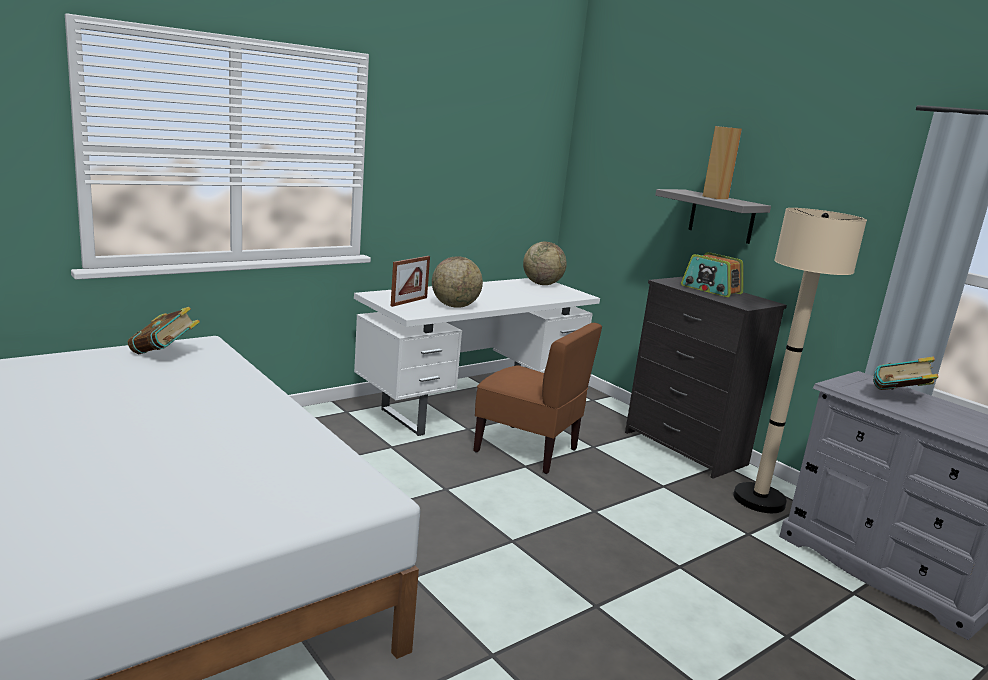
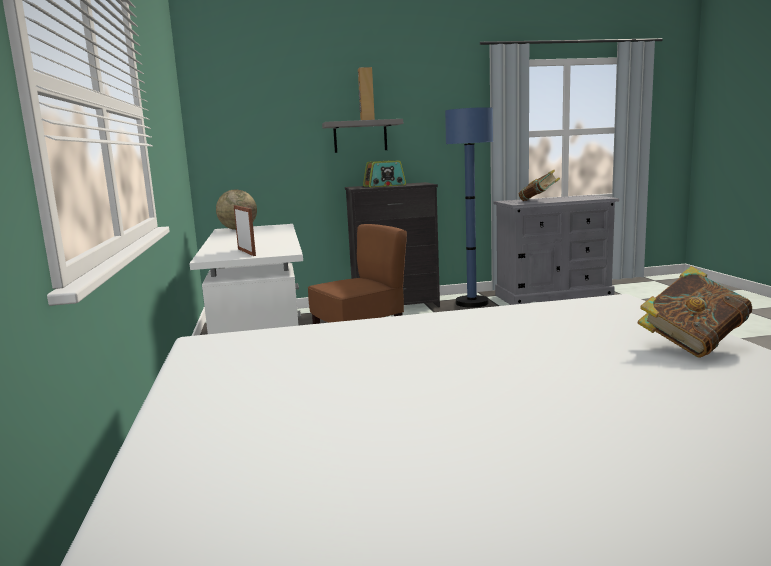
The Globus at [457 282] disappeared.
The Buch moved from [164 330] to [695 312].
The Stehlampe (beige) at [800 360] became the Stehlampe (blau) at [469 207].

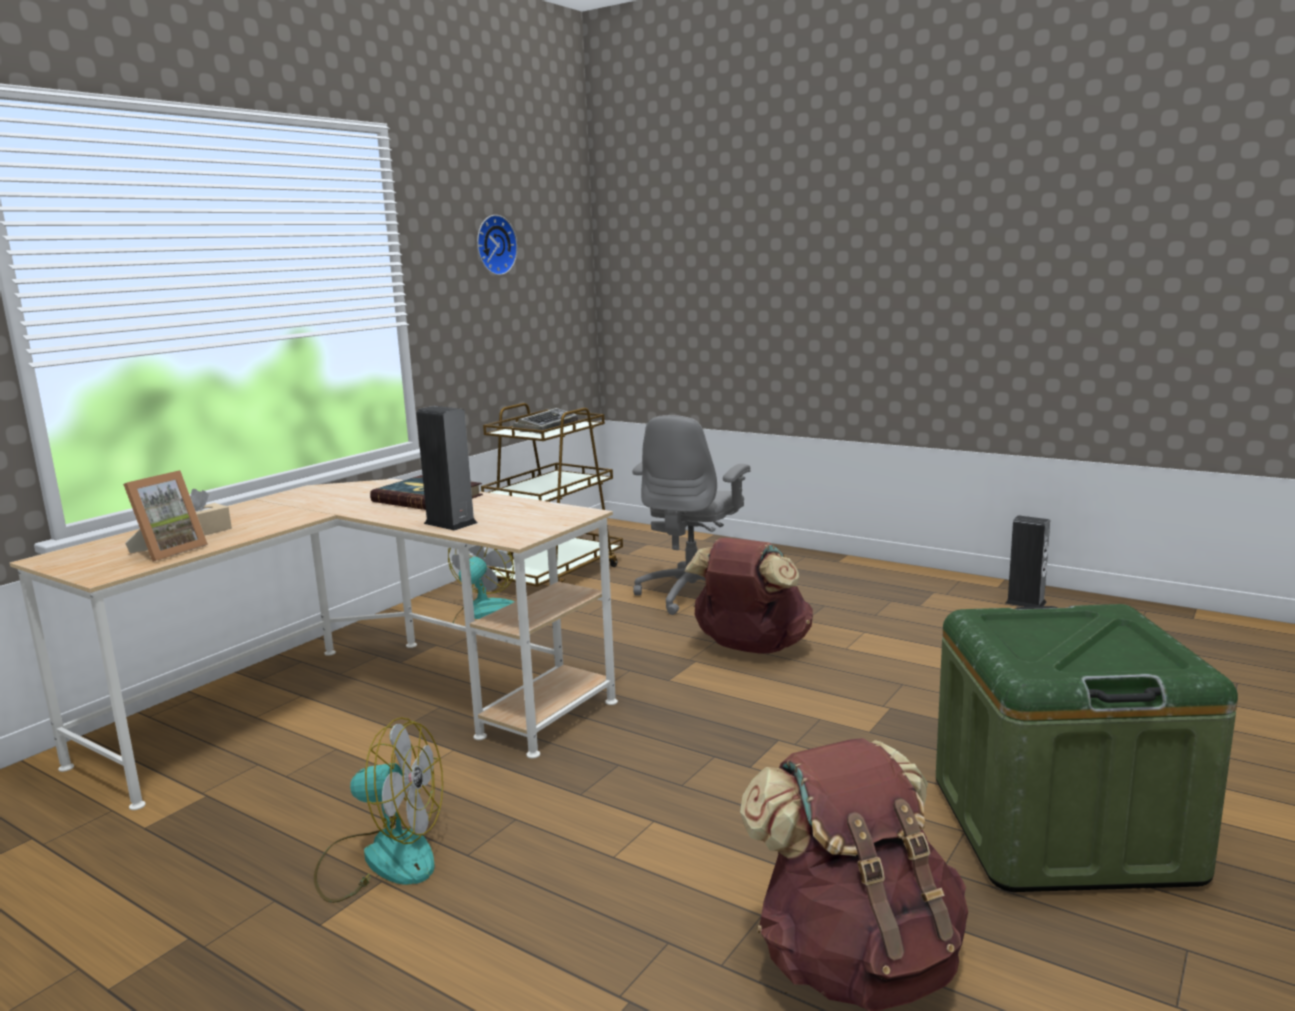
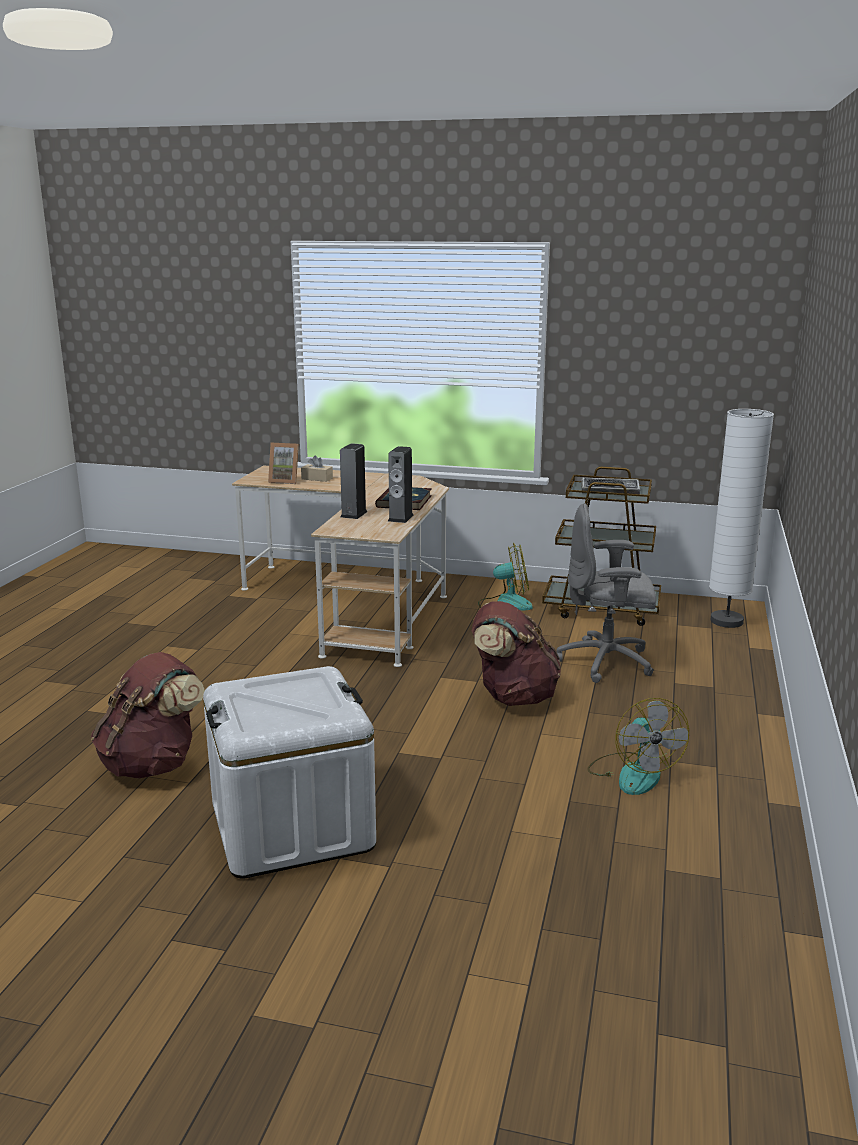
The Wanduhr at [497 245] disappeared.
The Stehlampe (weiß) at [741 518] appeared.
The Ventilator moved from [378 810] to [638 746].
The Lautsprecher moved from [1027 561] to [401 484].
The Aufbewahrungsbox (grün) at [1087 748] became the Aufbewahrungsbox (weiß) at [289 772].

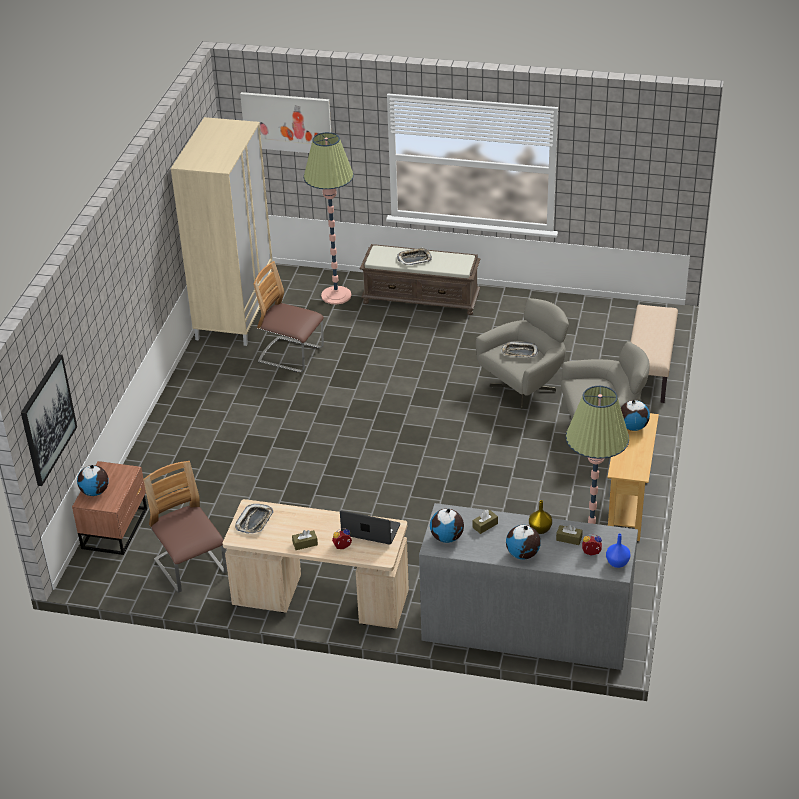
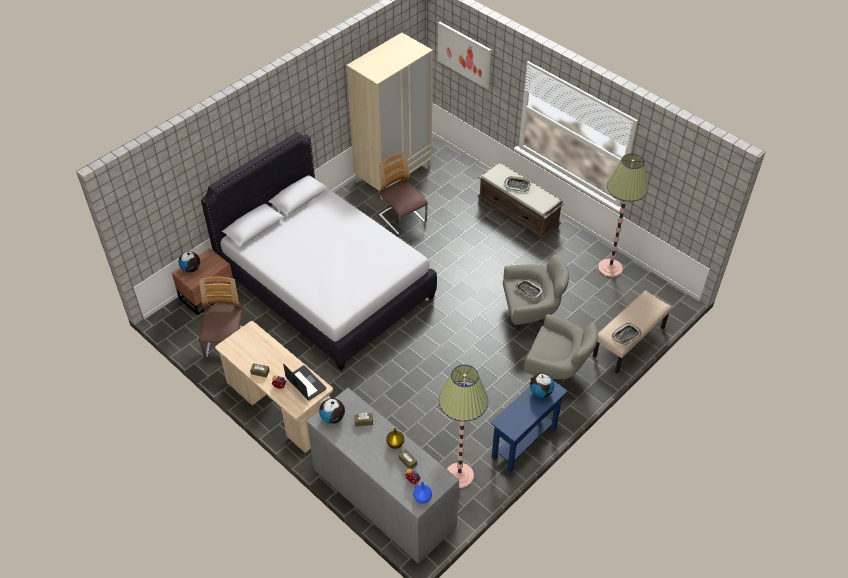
The Bild at [49 420] disappeared.
The Globus at [523 542] disappeared.
The Bett (weiß) at [319 251] appeared.
The Tablett moved from [254 519] to [627 334].
The Stehlampe moved from [329 218] to [623 215].
The Konsolentisch (beige) at [633 477] became the Konsolentisch (blau) at [529 426].

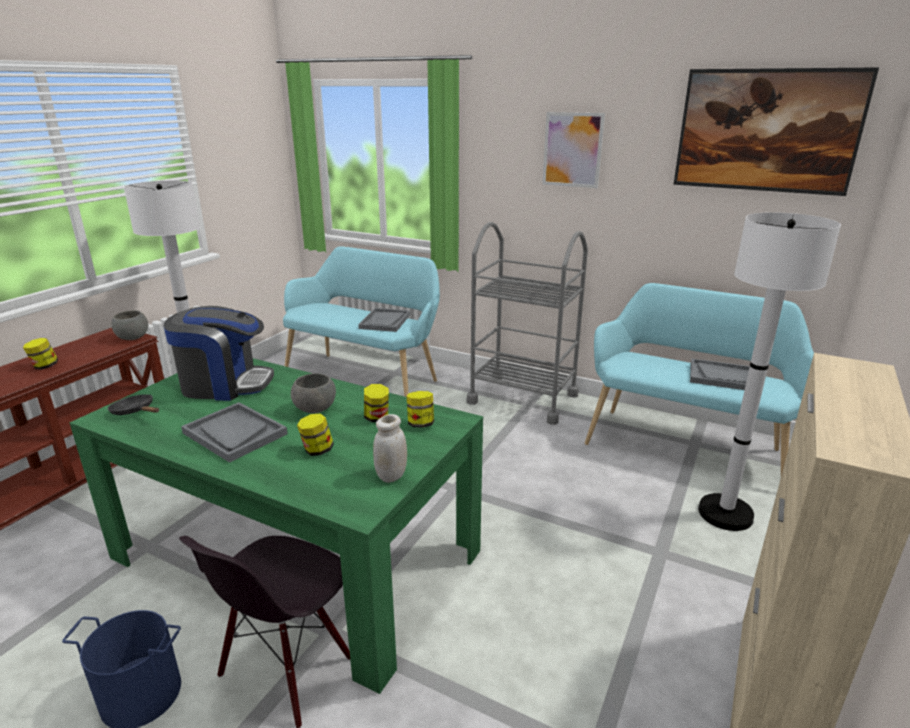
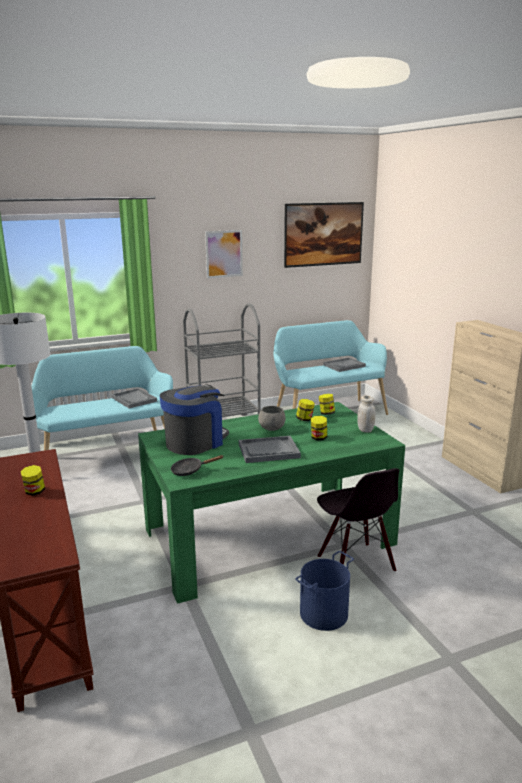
The Schüssel (grau) at [129 325] disappeared.
The Stehlampe (weiß) at [769 371] disappeared.

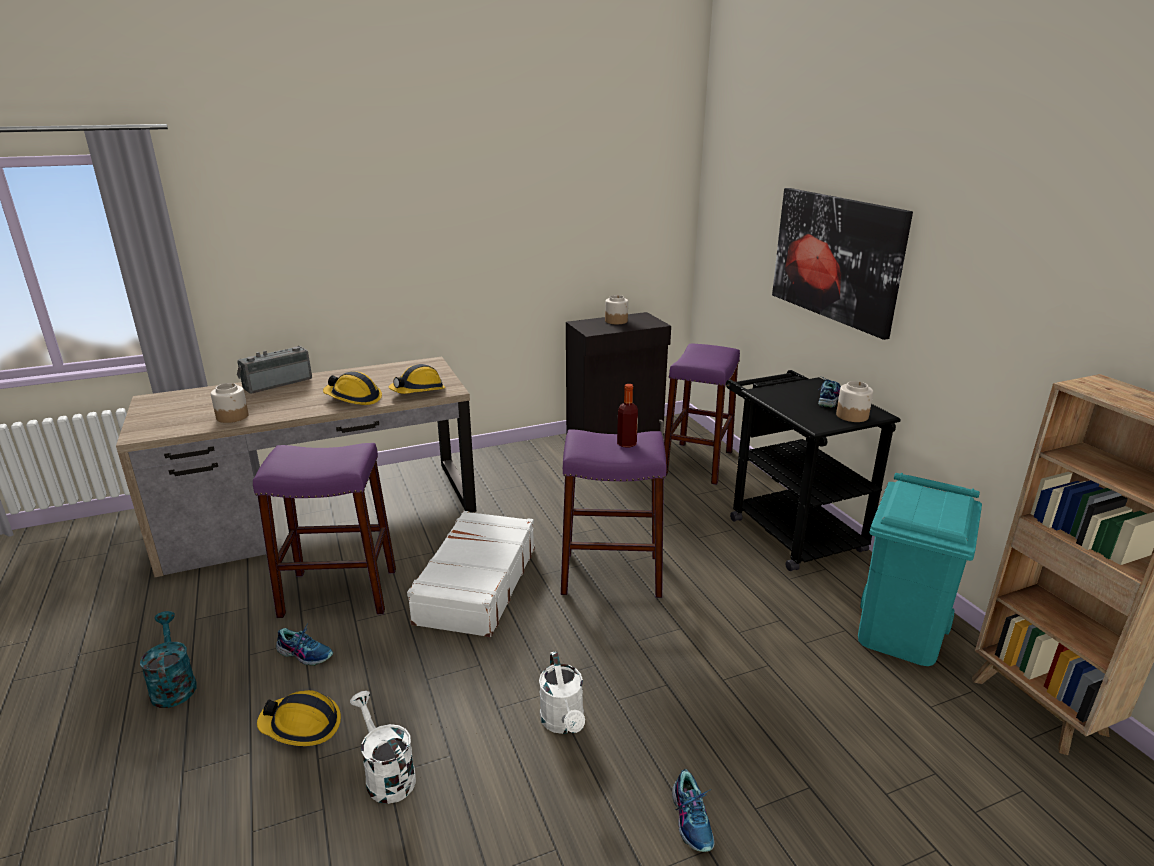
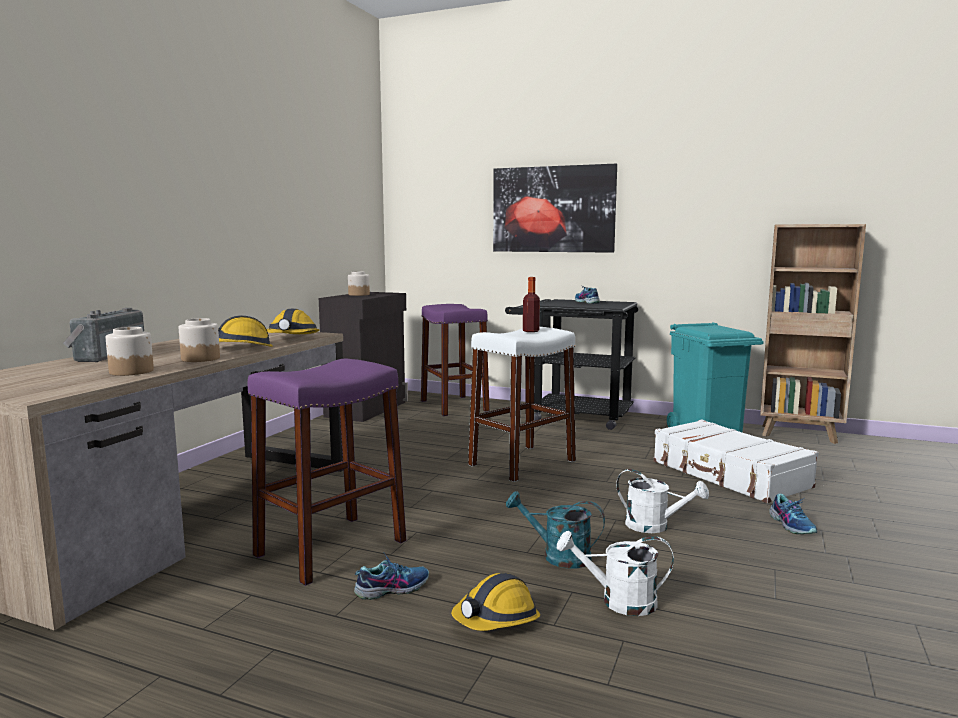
The Gießkanne (türkis) moved from [168 659] to [555 530].
The Koffer (weiß) moved from [471 574] to [736 461].
The Vorratsglas moved from [854 401] to [199 340].
The Hocker (lila) at [613 514] became the Hocker (weiß) at [522 404].
The Schuh at [693 810] turned 45 degrees clockwise.

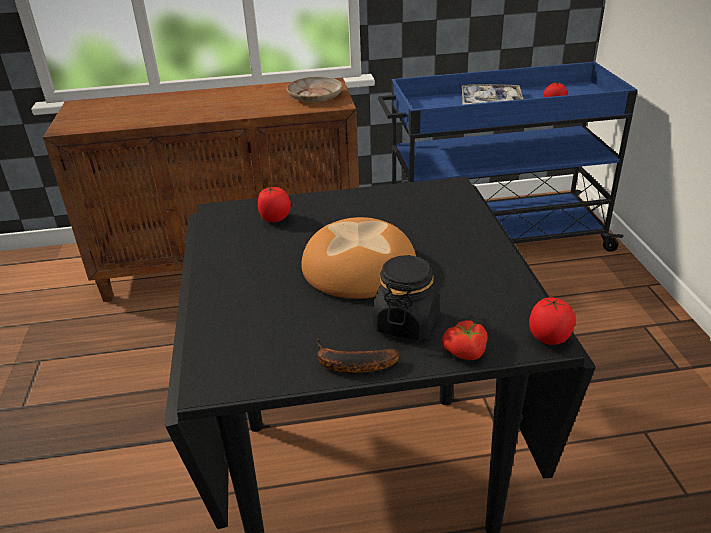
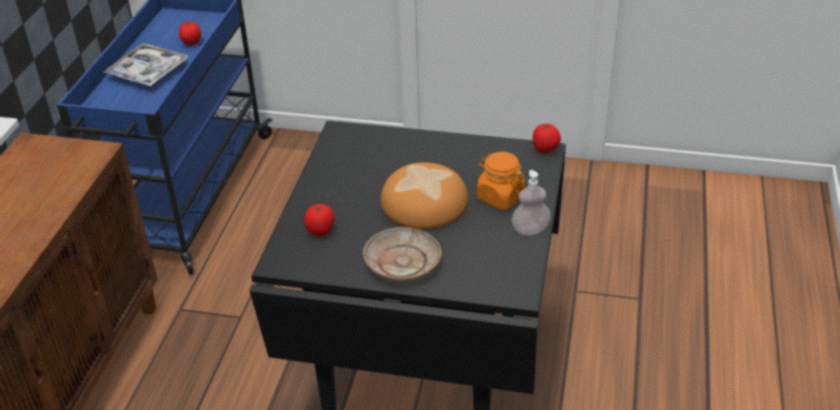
The Tomate at [464 340] disappeared.
The Teller (beige) moved from [315 89] to [402 254].
The Banane at [358 355] was replaced by the Seifenspender at [531 202].
The Vorratsglas (schwarz) at [406 297] became the Vorratsglas (orange) at [501 181].

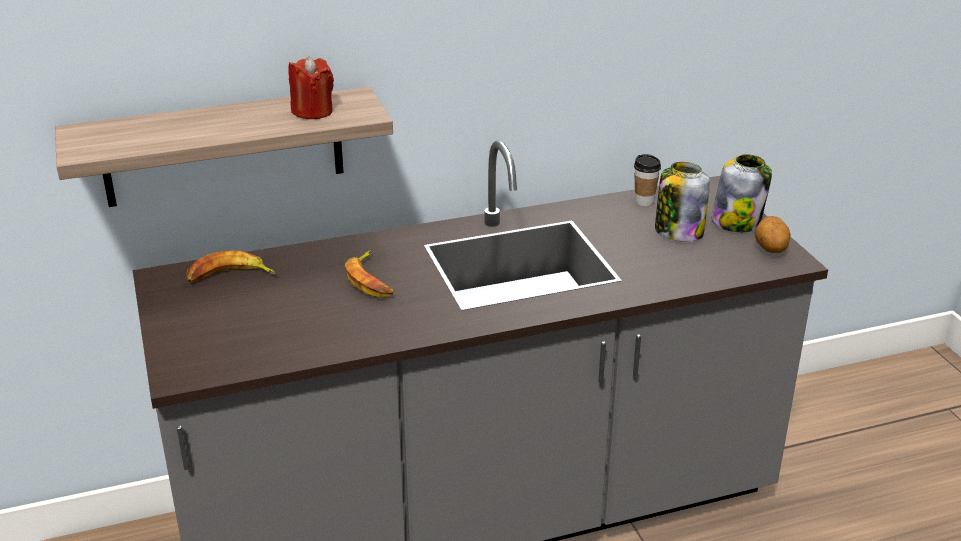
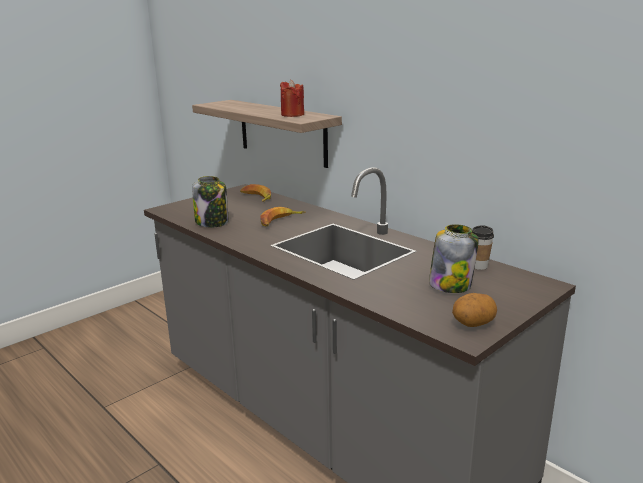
The Vorratsglas moved from [741 193] to [210 201].

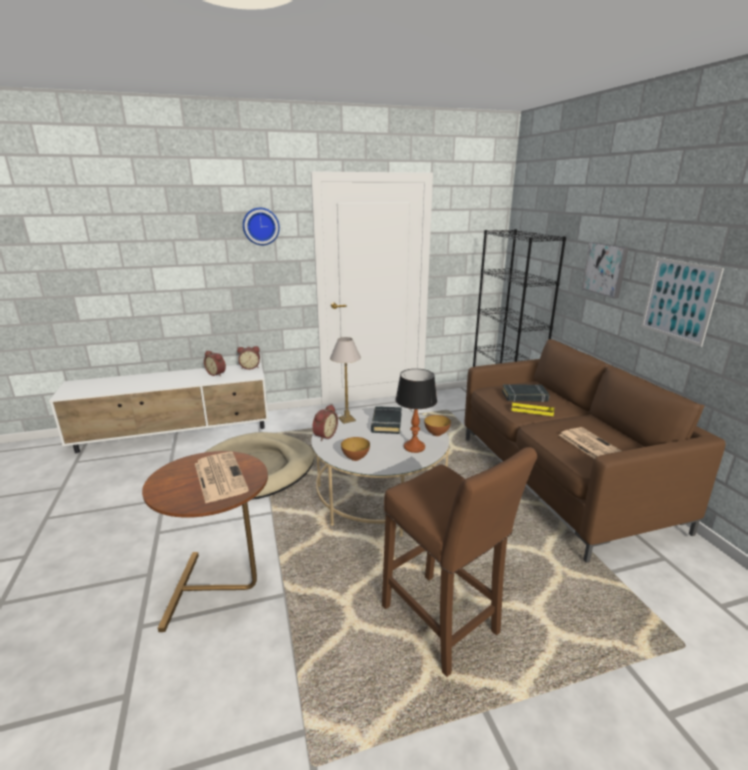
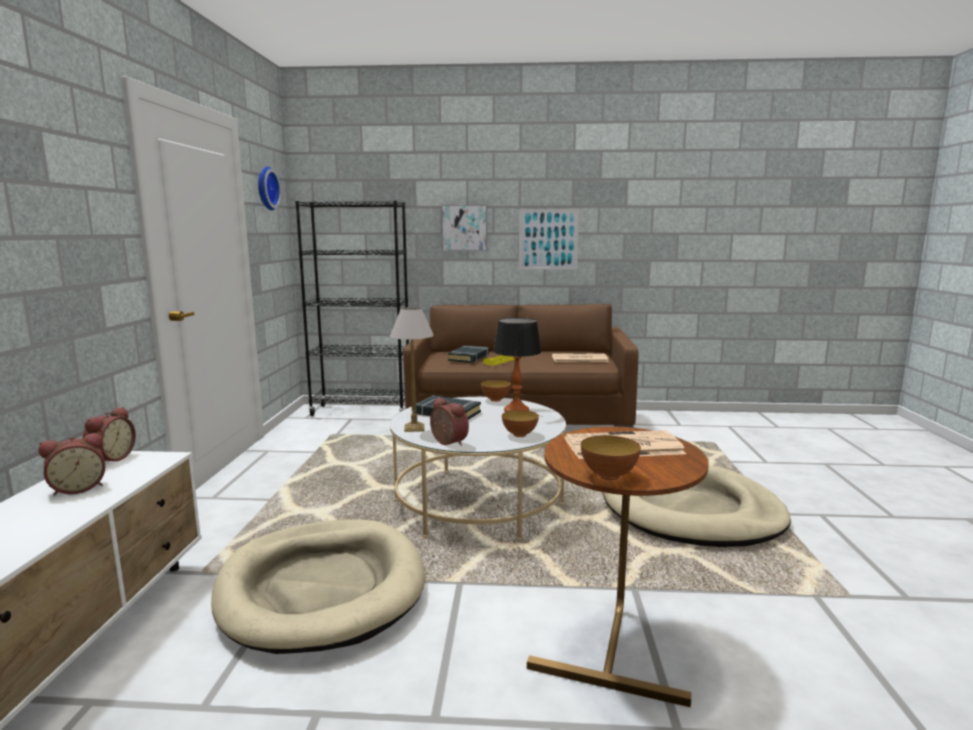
The Schüssel at [611 457] appeared.
The Wanduhr moved from [261 226] to [269 188].
The Hocker (braun) at [459 562] was replaced by the Hundebett (beige) at [696 506].

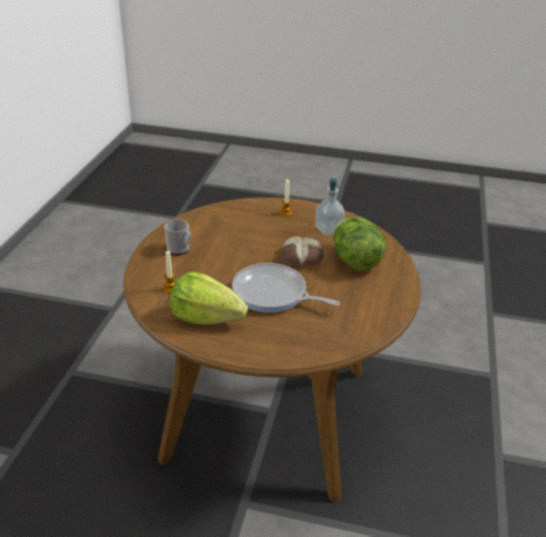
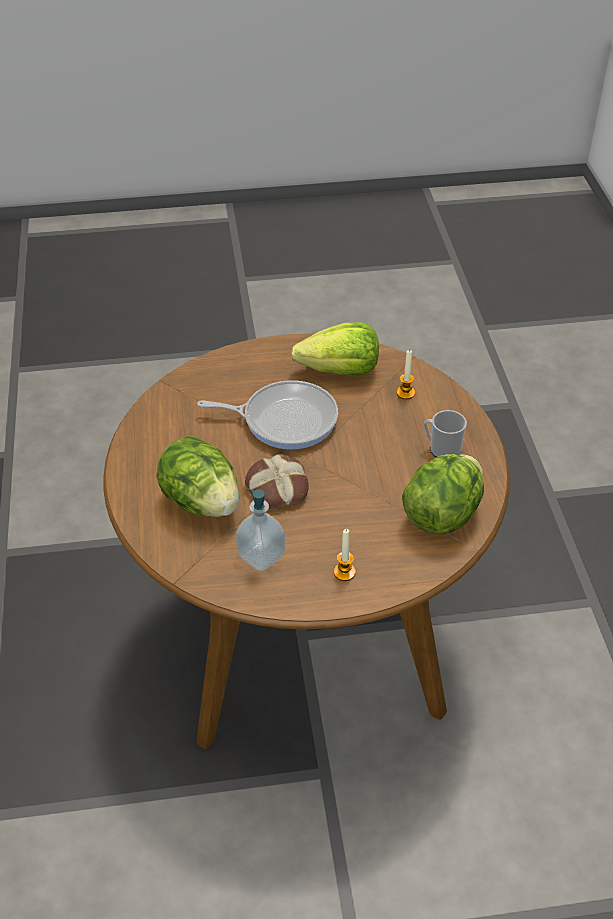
The Salatkopf at [443 494] appeared.

